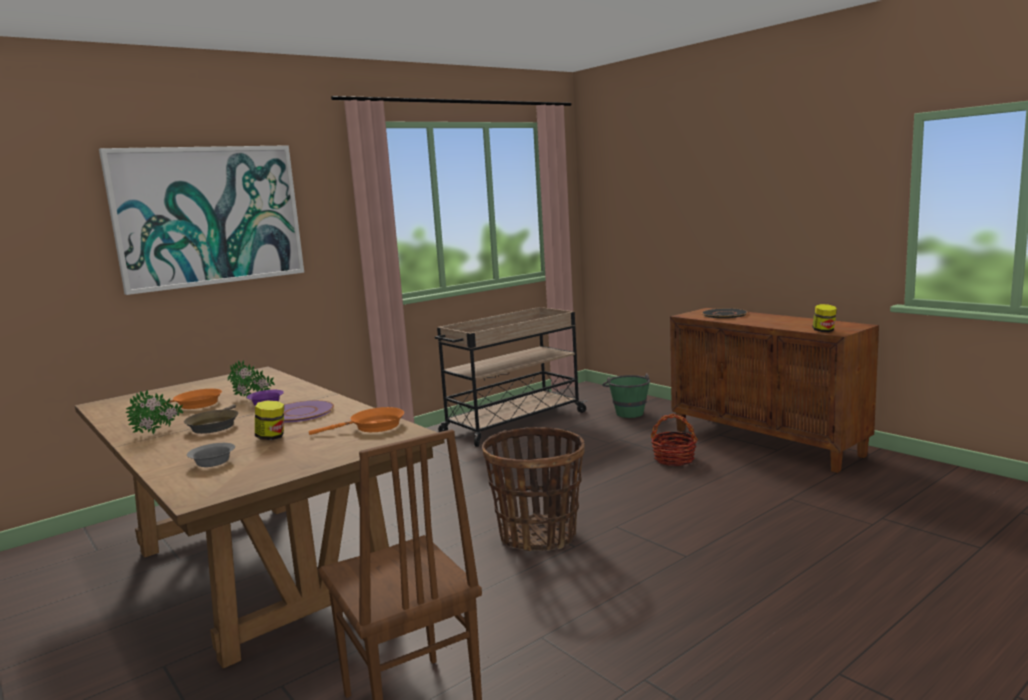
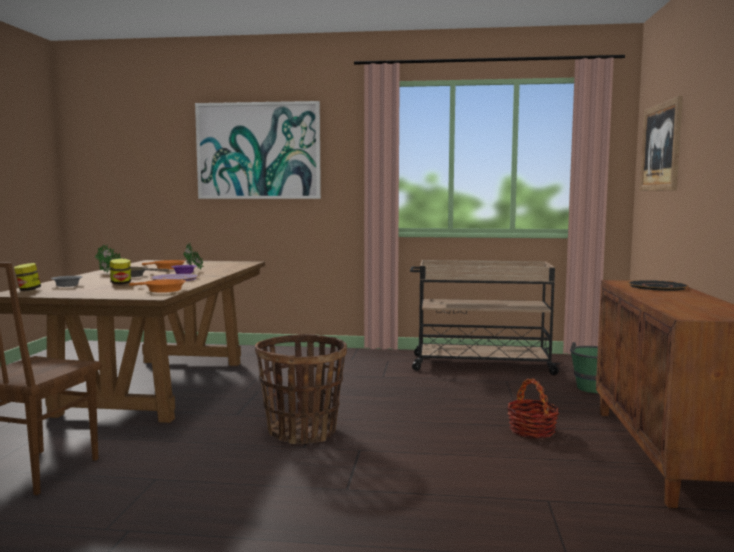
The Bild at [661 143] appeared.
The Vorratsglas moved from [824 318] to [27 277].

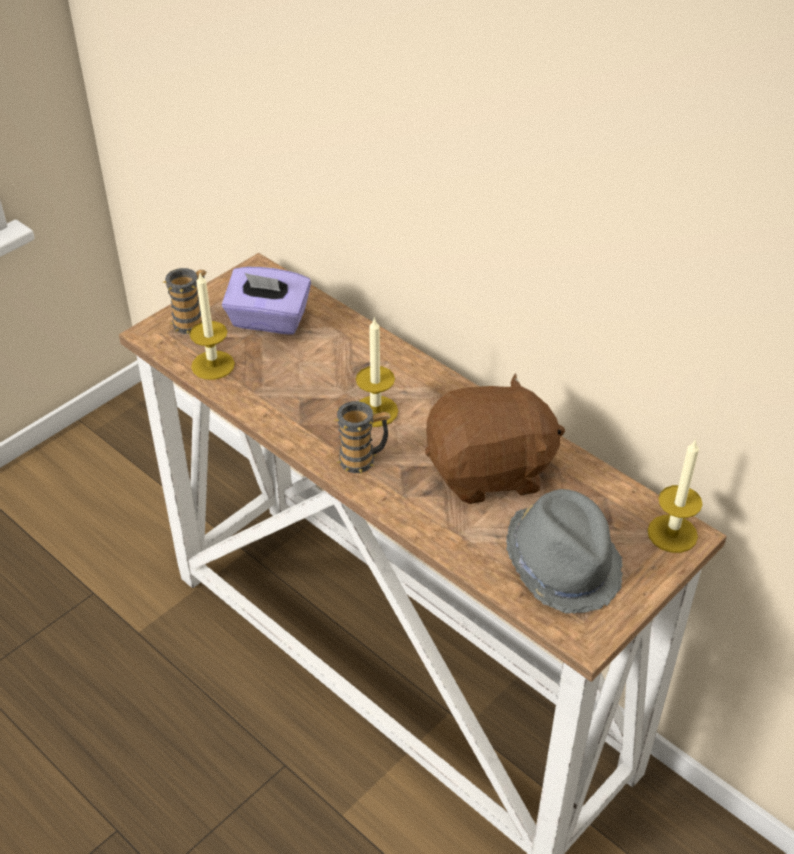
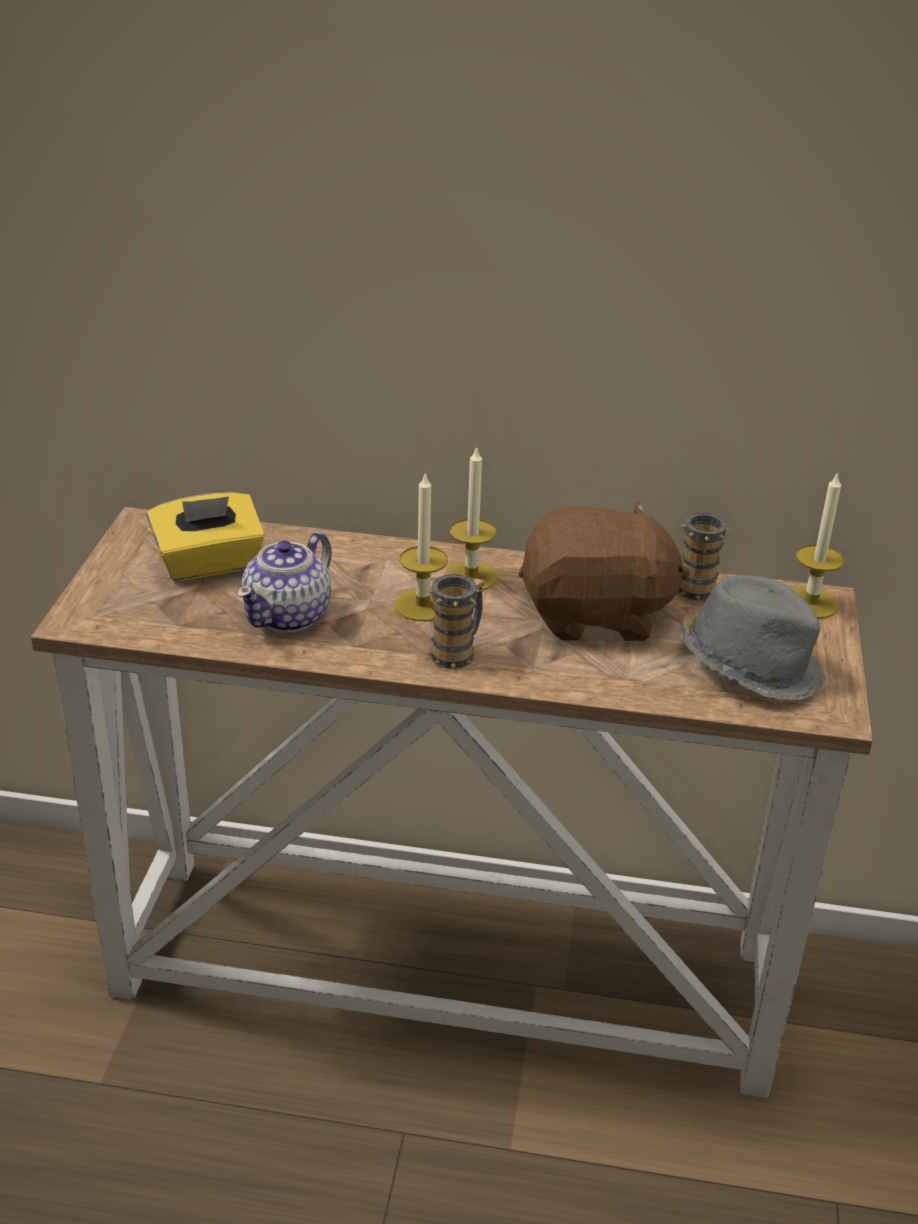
The Teekanne at [284 582] appeared.
The Henkelbecher moved from [184 301] to [704 556].
The Kerze moved from [212 326] to [471 517].
The Taschentuchbox (lila) at [266 301] became the Taschentuchbox (gelb) at [206 537].
The Plüschtier (braun) at [495 438] turned 45 degrees clockwise.

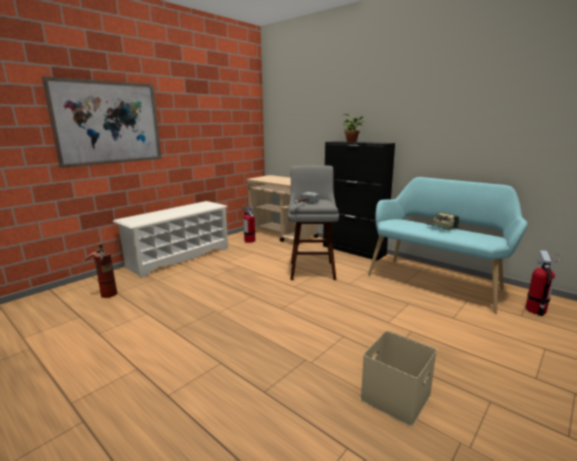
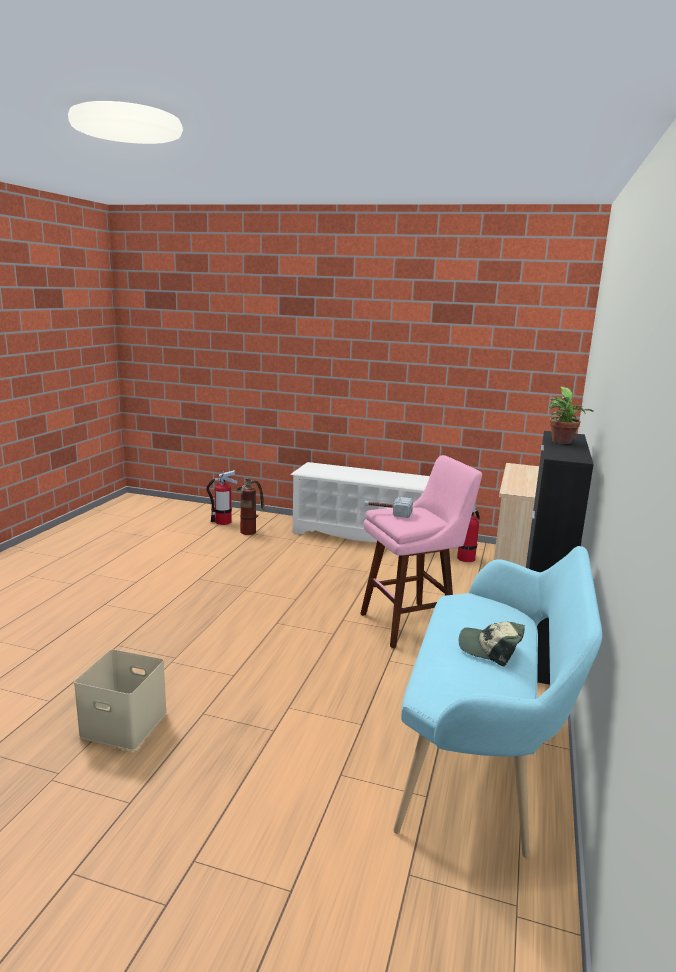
The Bild at [102 122] disappeared.
The Feuerlöscher moved from [543 283] to [222 497].
The Hocker (grau) at [313 223] became the Hocker (rosa) at [421 551].

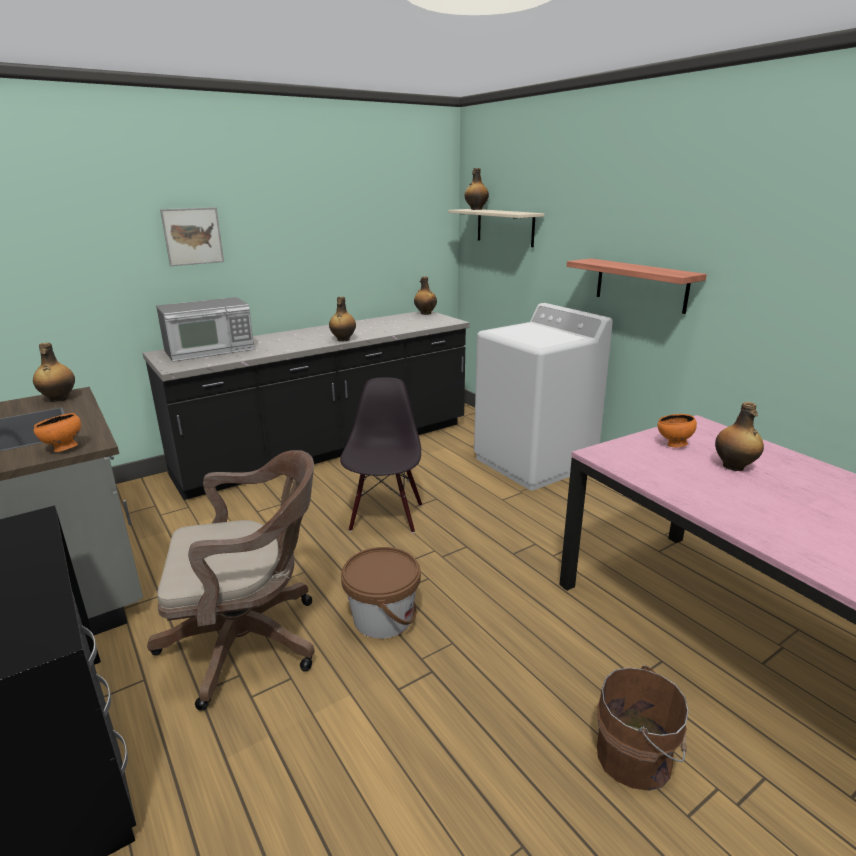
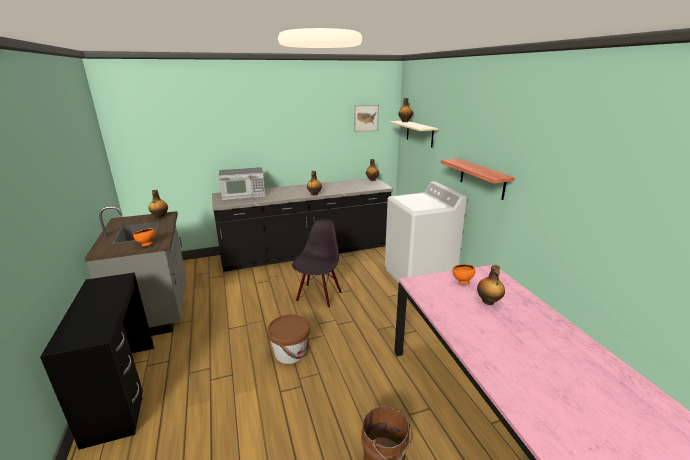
The Bürostuhl (braun) at [231 580] disappeared.
The Bild moved from [192 236] to [366 118].

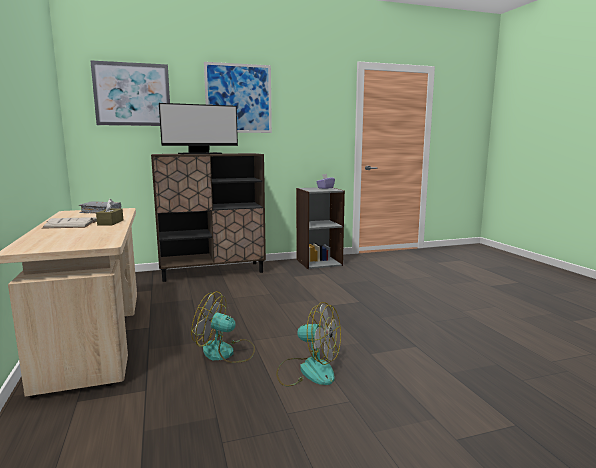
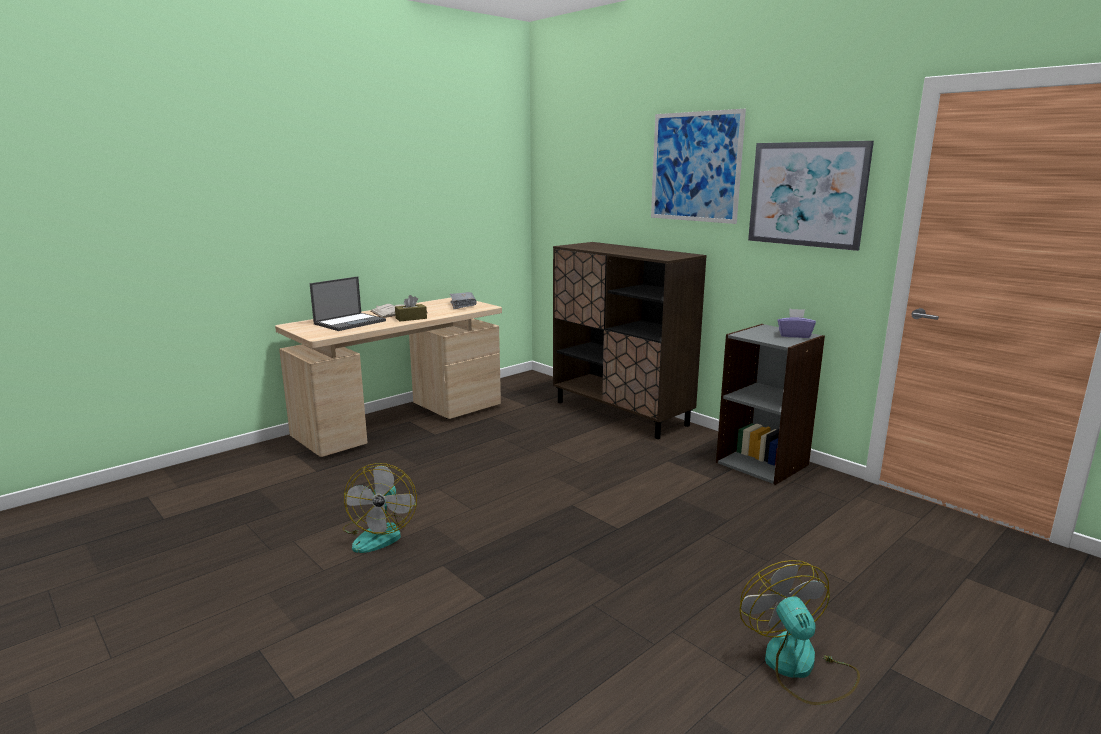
The Monitor at [198 128] disappeared.
The Laptop at [347 303] appeared.
The Bild moved from [130 93] to [811 196].
The Ventilator moved from [223 327] to [799 632].

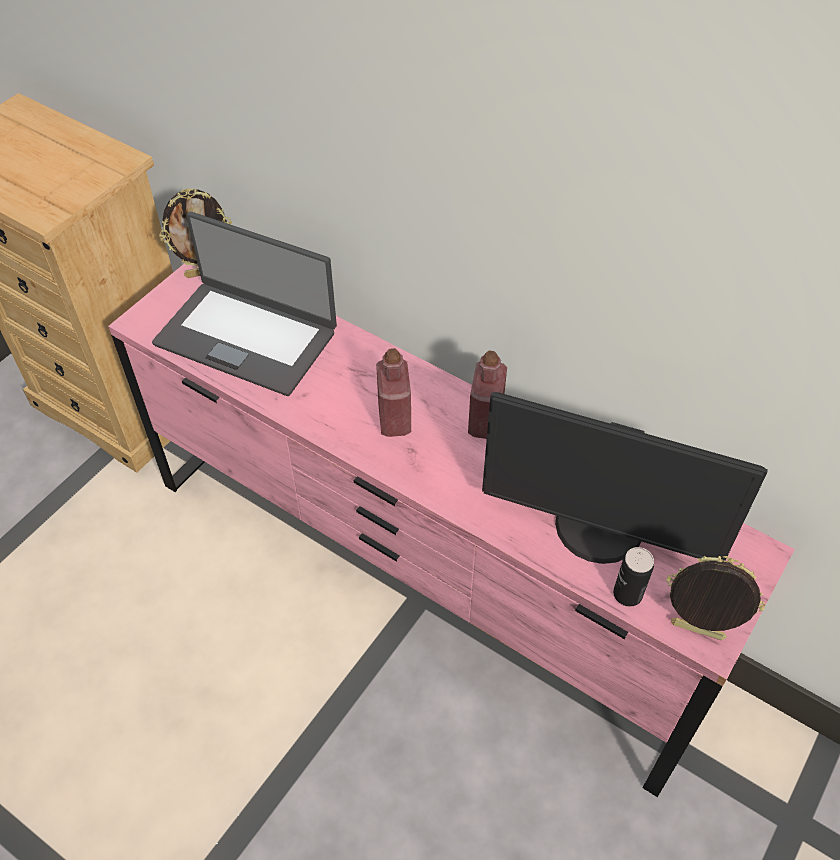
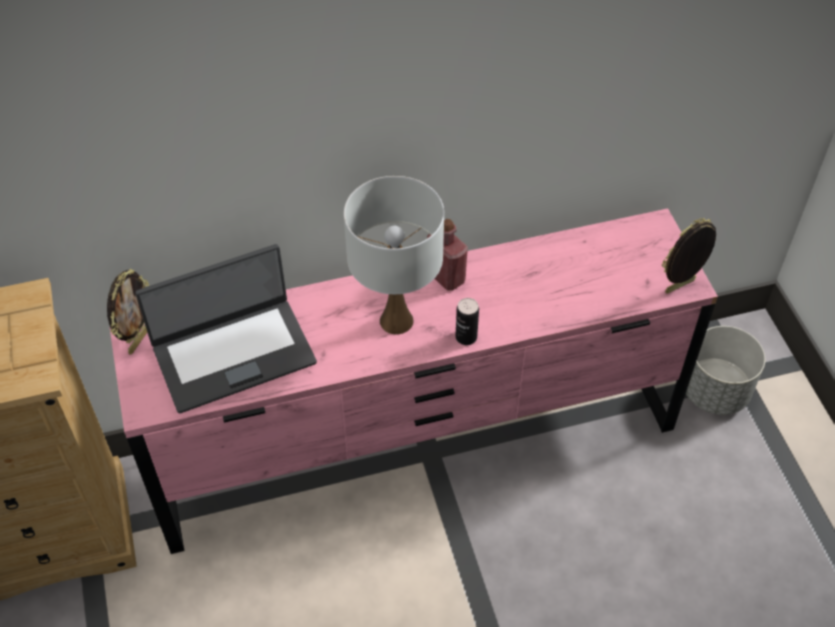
The Monitor at [625 478] disappeared.
The Pflanzkübel (grau) at [725 370] appeared.
The Dose moved from [633 577] to [467 321].
The Flasche (rot) at [393 392] was replaced by the Tischlampe (weiß) at [394 255].

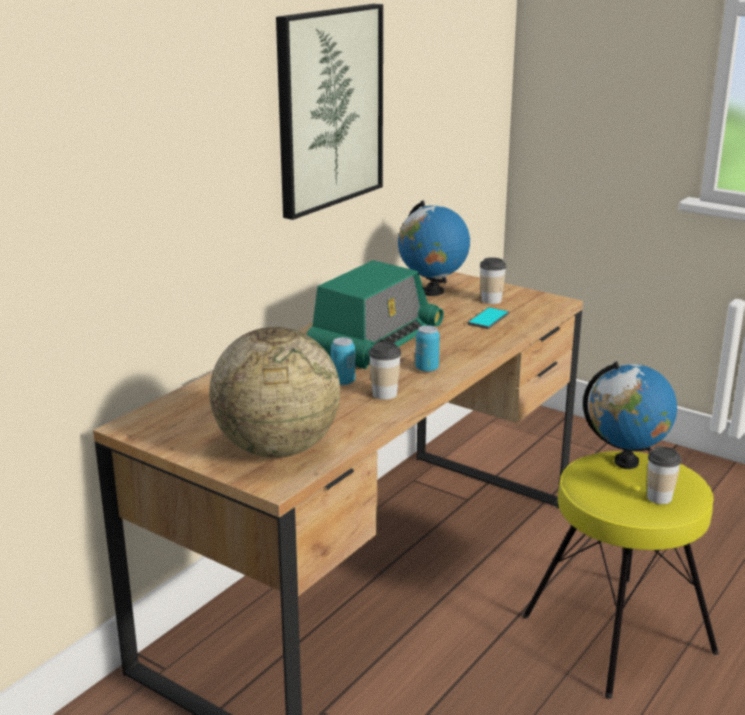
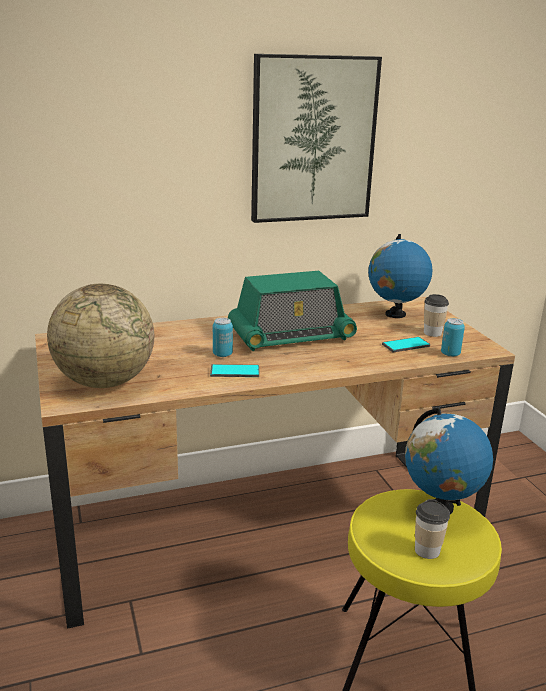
The Dose moved from [427 348] to [453 337].
The Tasse at [385 371] was replaced by the Handy at [234 370].

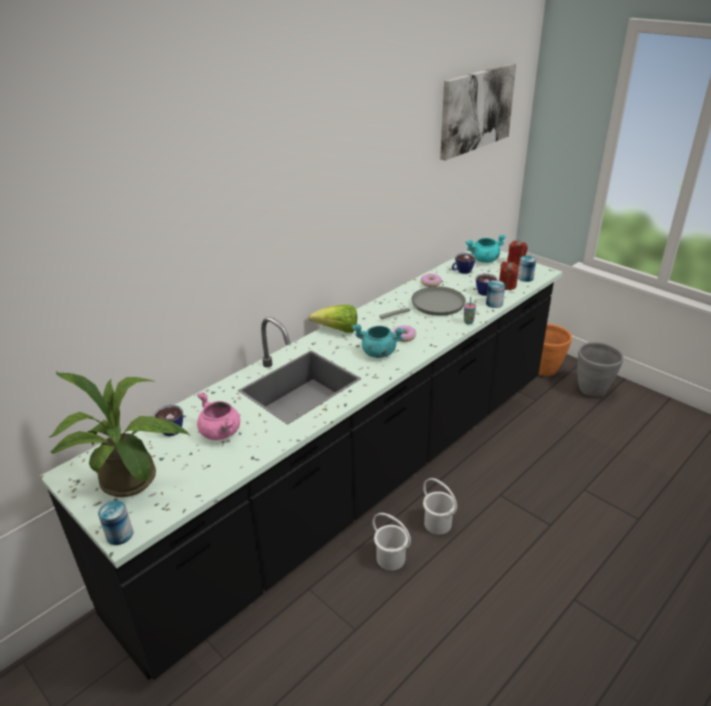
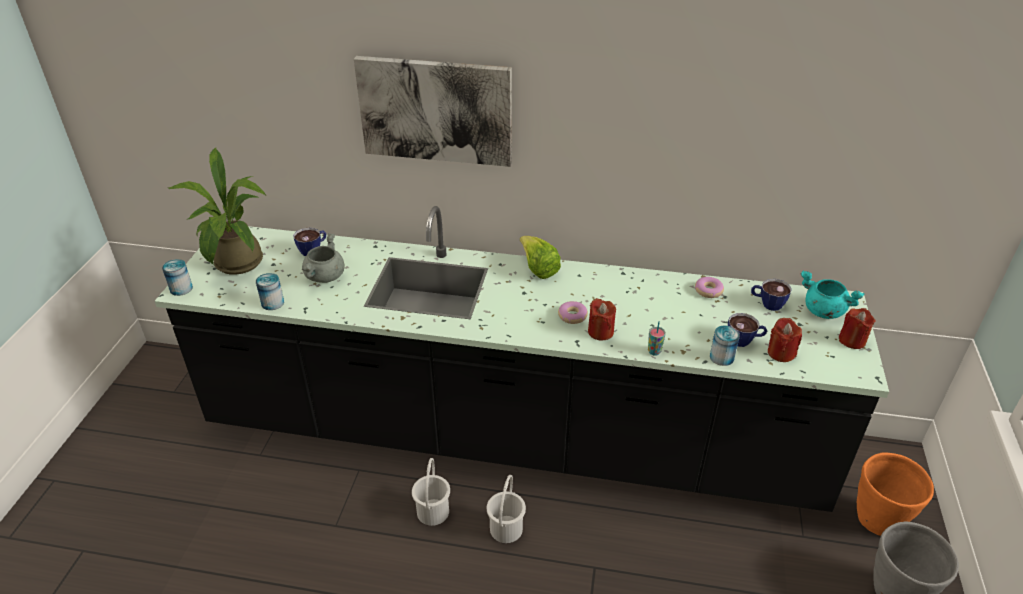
The Kochtopf (türkis) at [378 341] disappeared.
The Pfanne (grau) at [422 302] disappeared.
The Kerze (rot) at [602 319] appeared.
The Bild moved from [478 112] to [433 111].
The Dose moved from [527 269] to [270 291].
The Kochtopf (rosa) at [218 416] became the Kochtopf (grau) at [323 258].

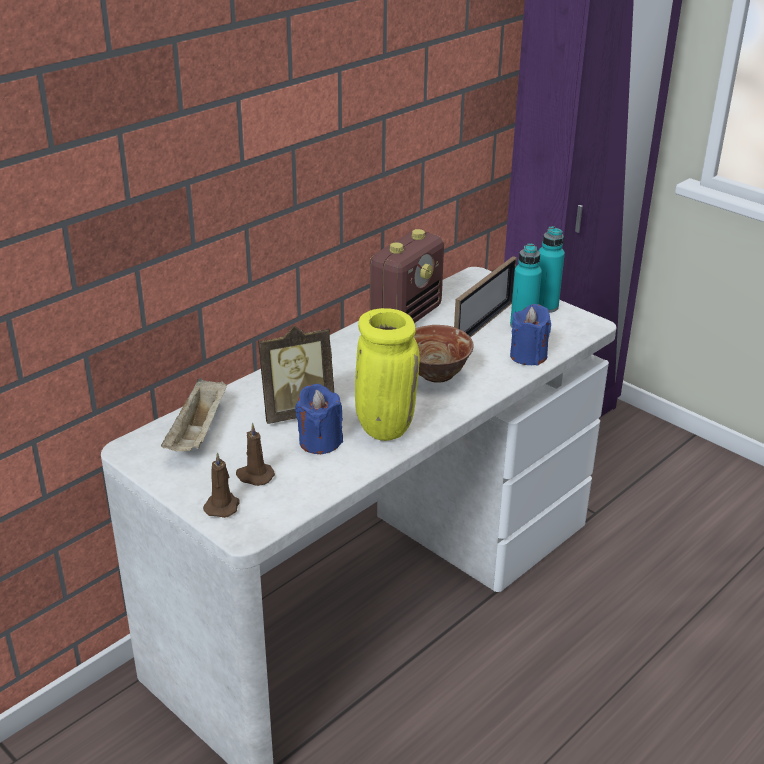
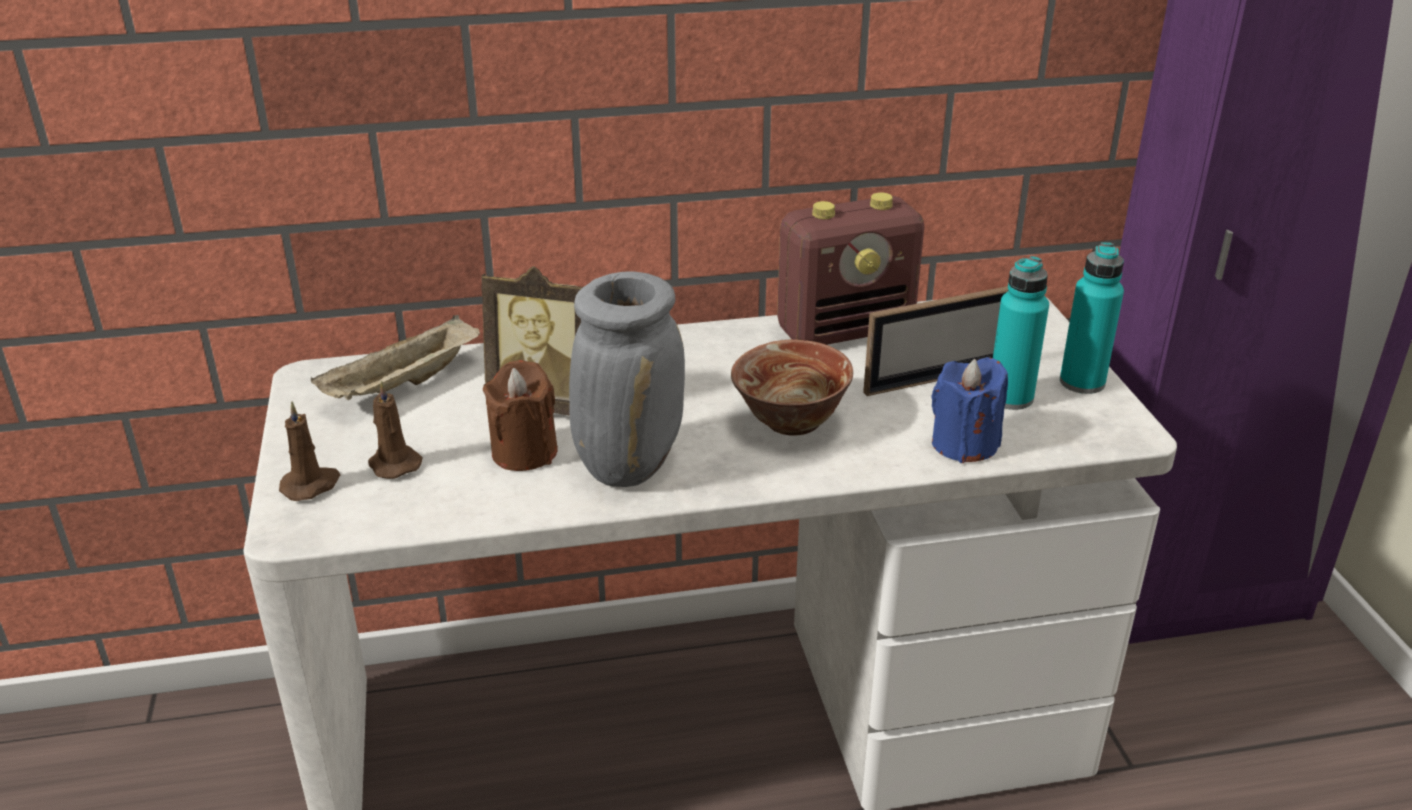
The Kerze (blau) at [319 419] became the Kerze (braun) at [520 415].
The Vase (gelb) at [387 374] became the Vase (grau) at [627 379].

